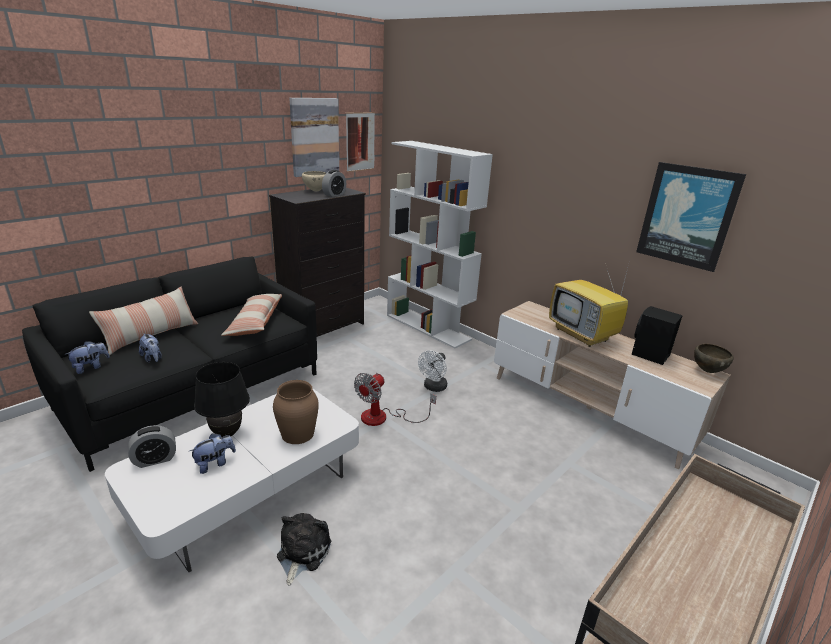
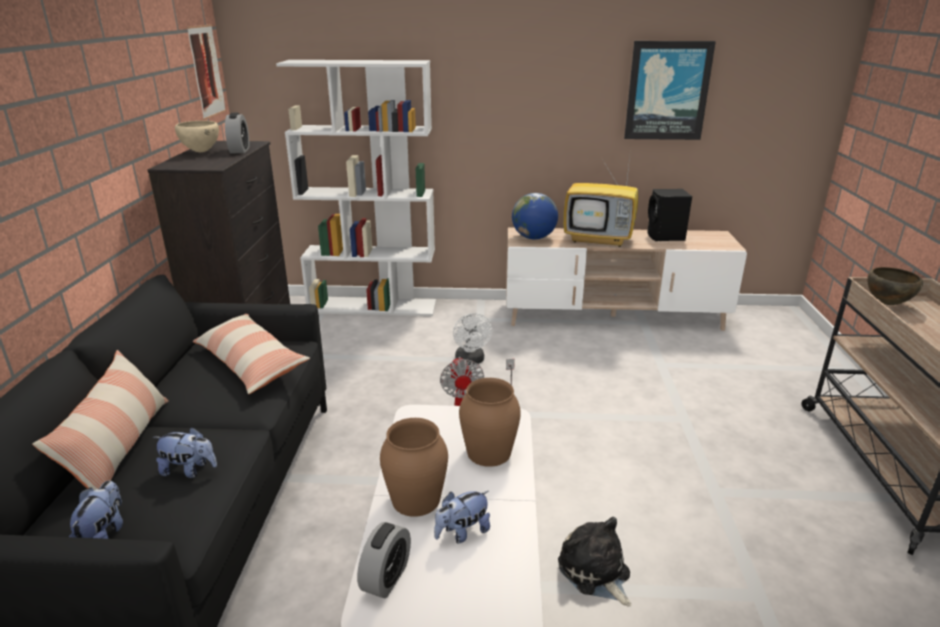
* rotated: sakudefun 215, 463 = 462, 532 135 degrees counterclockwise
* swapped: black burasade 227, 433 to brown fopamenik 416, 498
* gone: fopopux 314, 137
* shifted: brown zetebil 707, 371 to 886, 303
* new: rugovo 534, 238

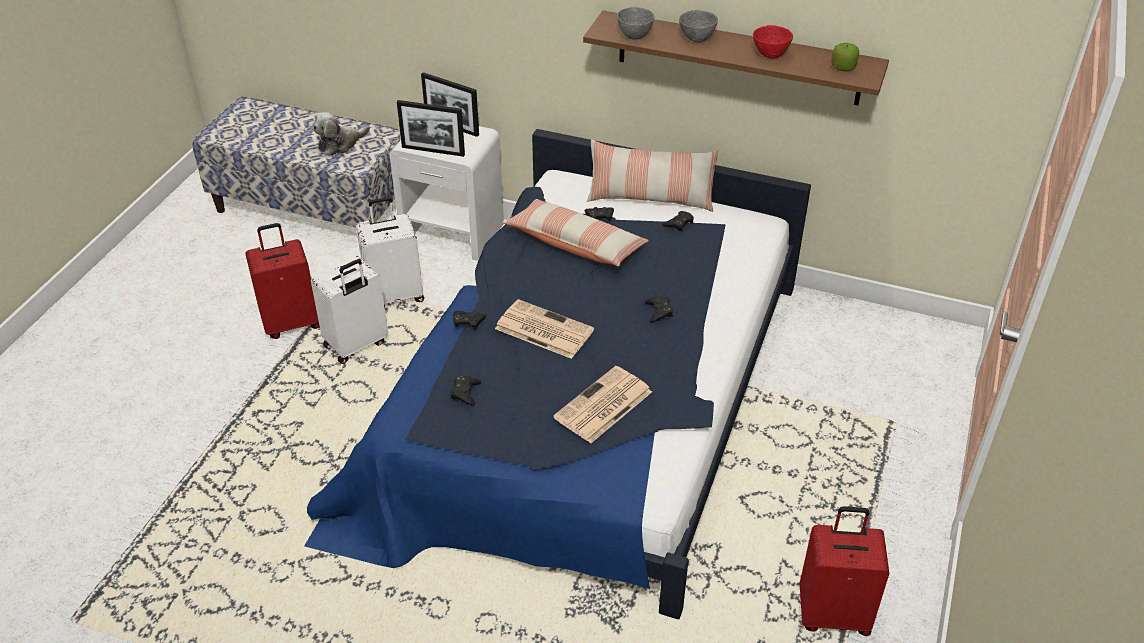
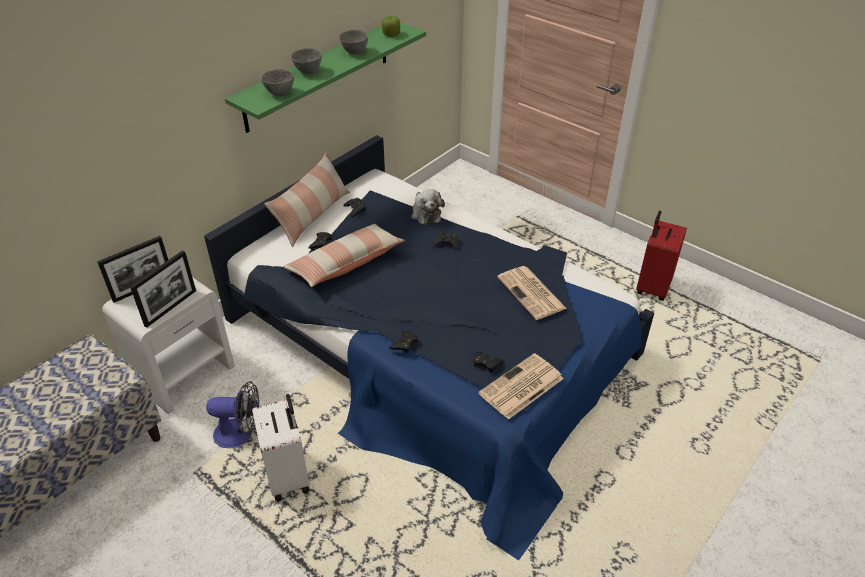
* gone: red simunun 291, 322
* shifted: sakudefun 340, 144 to 425, 213
* swapped: white simunun 395, 295 to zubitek 240, 433
* shifted: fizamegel 542, 329 to 521, 387
* repainted: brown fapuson 738, 58 to green fapuson 318, 75
* repainted: red zetebil 770, 55 to grey zetebil 355, 52

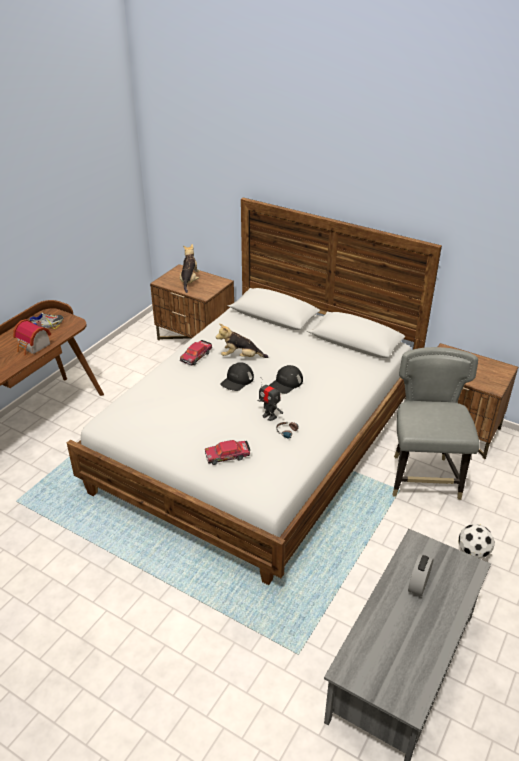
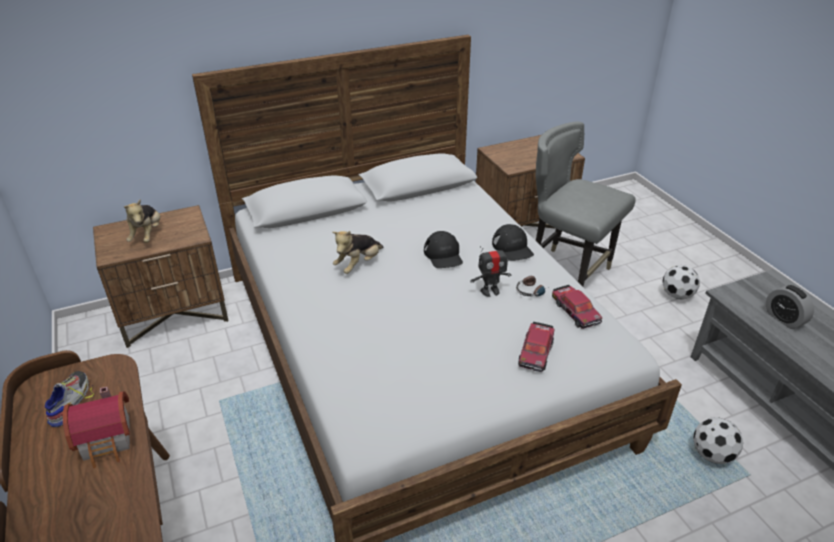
* rotated: sakudefun 189, 281 = 147, 235 135 degrees counterclockwise
* shifted: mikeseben 196, 356 to 575, 311
* shifted: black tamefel 237, 380 to 512, 248
* new: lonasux 711, 455

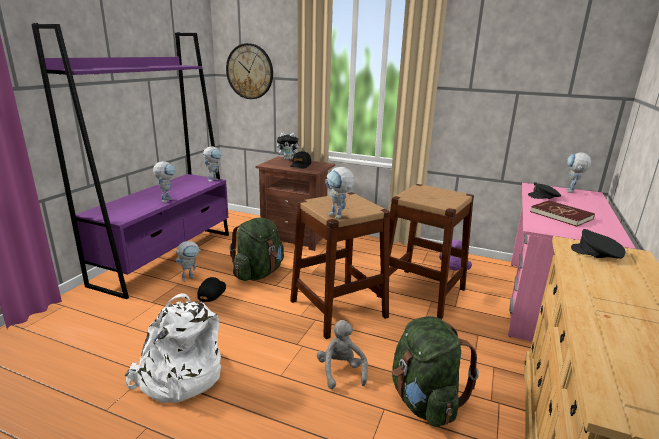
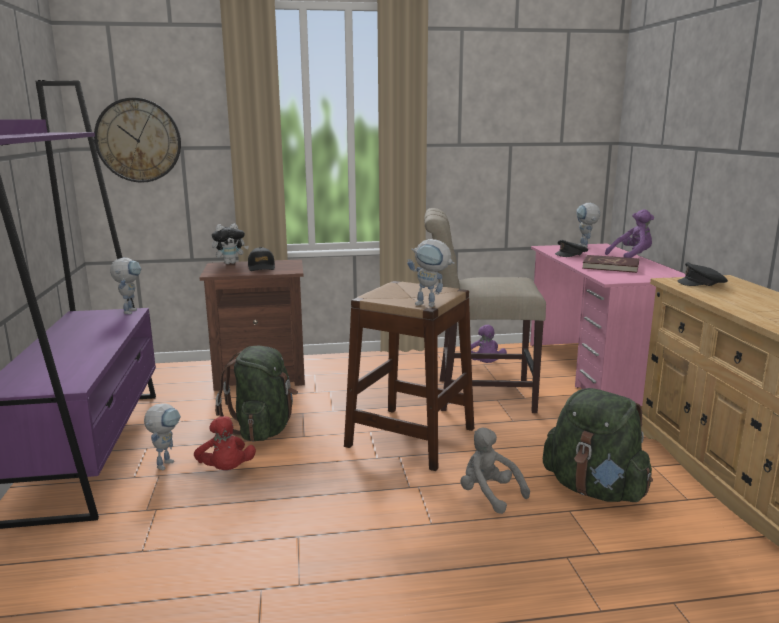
* gone: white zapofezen 178, 377
* gone: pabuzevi 167, 199
* swapped: black tamefel 212, 293 to red sakudefun 226, 470
* swapped: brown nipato 421, 292 to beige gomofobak 478, 394
* new: purple sakudefun 632, 257

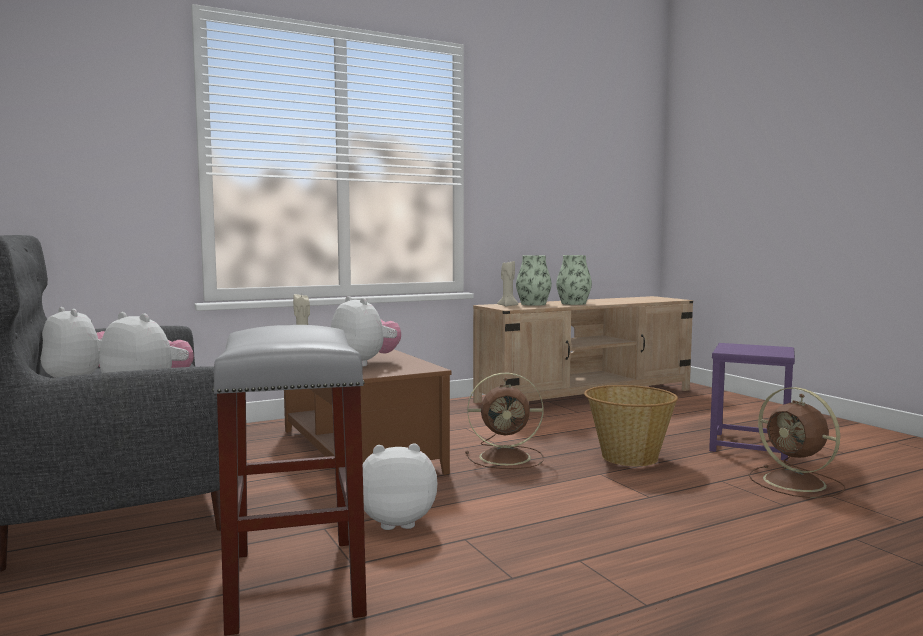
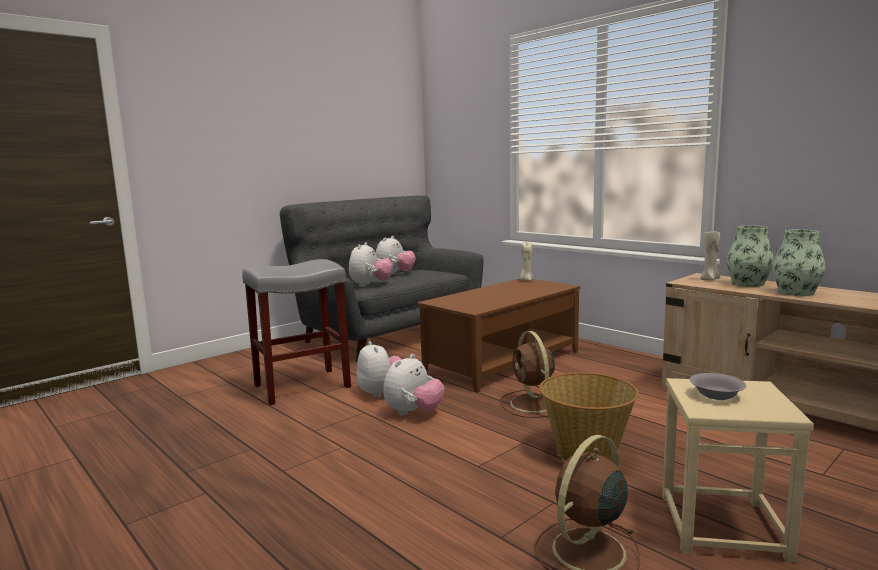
* shifted: sakudefun 365, 363 to 413, 413
* repainted: purple nipato 748, 446 to beige nipato 723, 526
* new: grey zetebil 715, 395

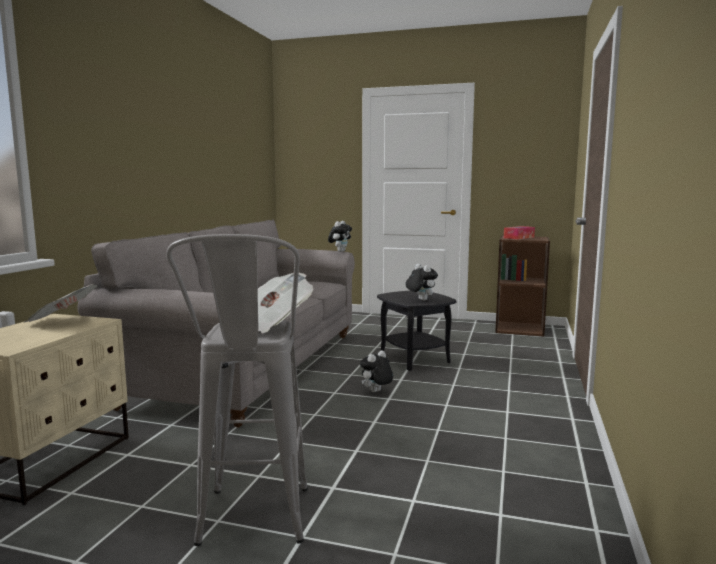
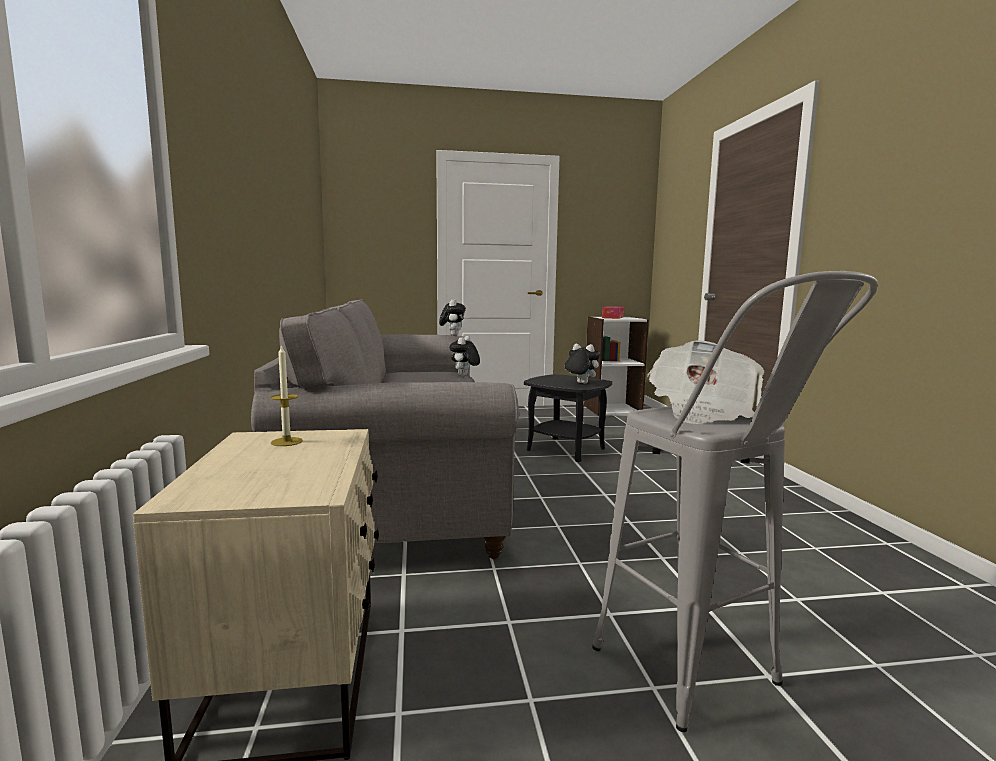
* swapped: fizamegel 62, 321 to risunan 286, 442
* shifted: sakudefun 376, 392 to 464, 375
* repainted: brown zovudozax 519, 329 to white zovudozax 612, 409

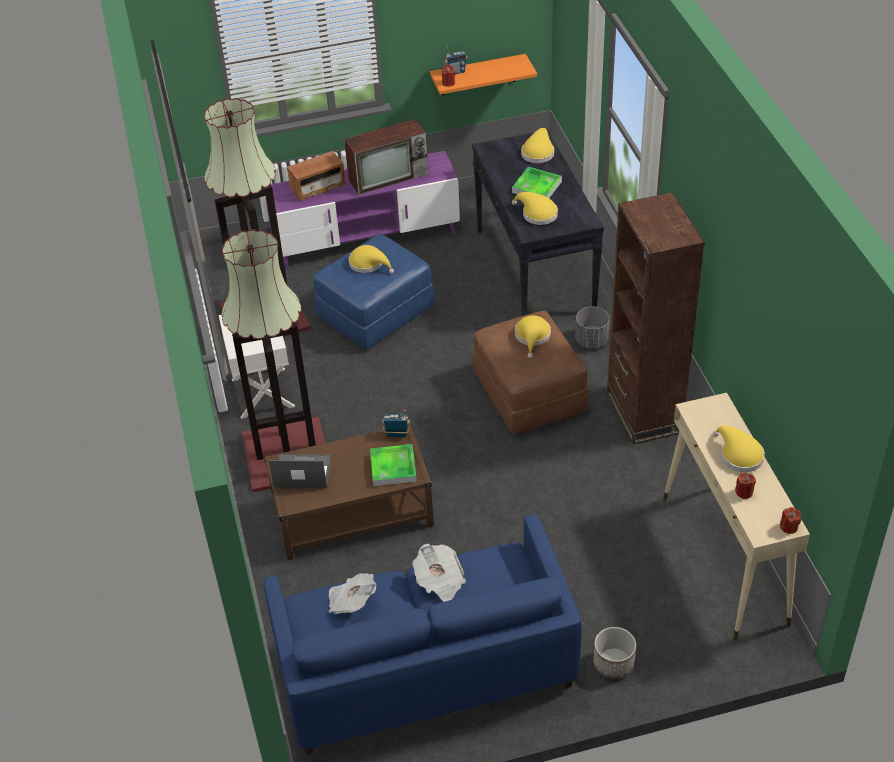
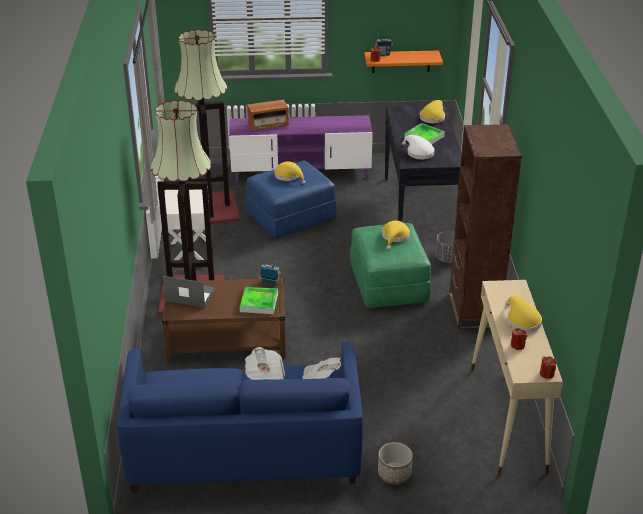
* shifted: fizamegel 351, 601 to 320, 377
* gone: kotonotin 389, 176
* repainted: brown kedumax 528, 393 to green kedumax 388, 284
* repainted: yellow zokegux 537, 214 to white zokegux 418, 152

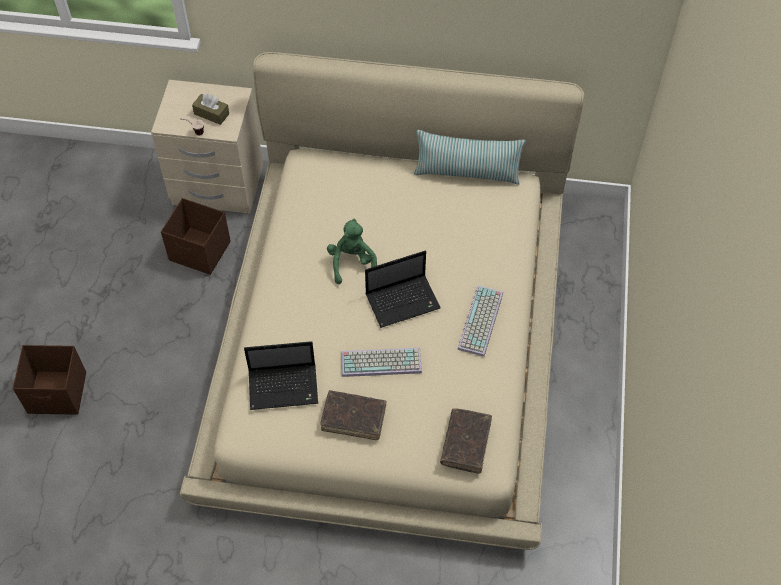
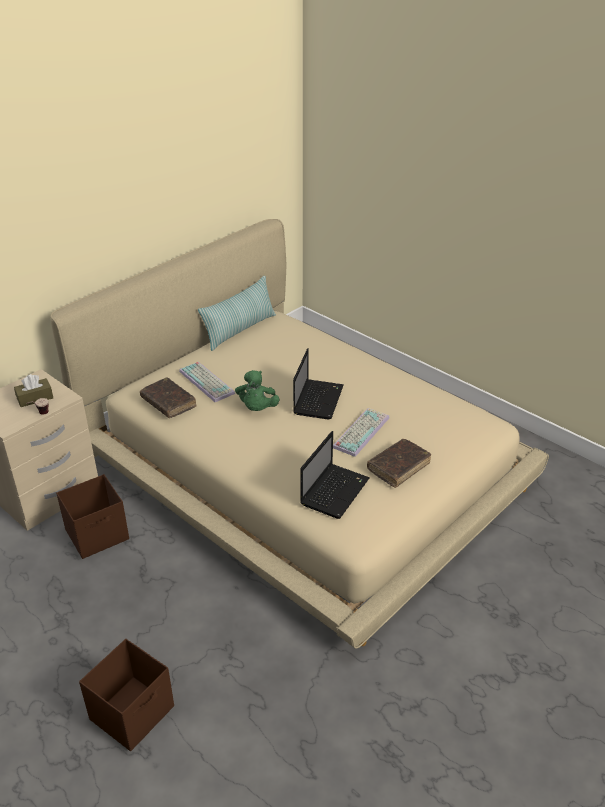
* rotated: green sakudefun 352, 263 = 257, 408 120 degrees counterclockwise
* shifted: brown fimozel 466, 443 to 168, 403
* shifted: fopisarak 481, 322 to 208, 382

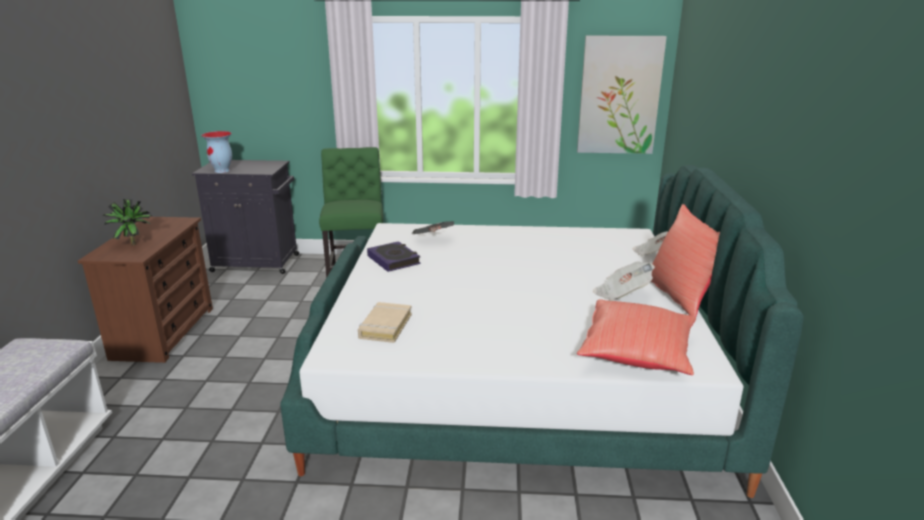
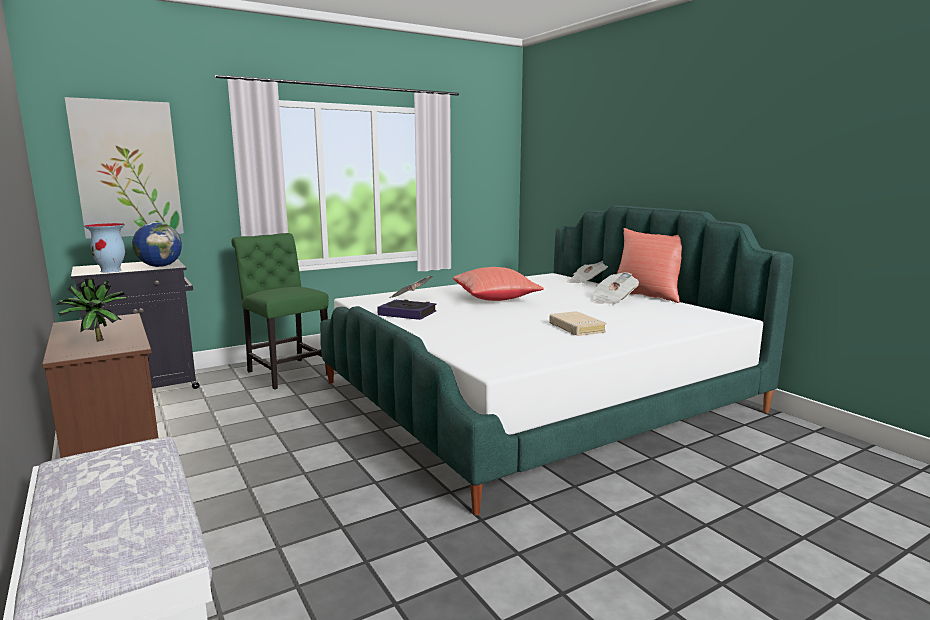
* shifted: beige fimozel 385, 326 to 576, 328
* shifted: fopopux 619, 95 to 127, 169
* shifted: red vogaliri 637, 355 to 496, 299
* new: rugovo 160, 266

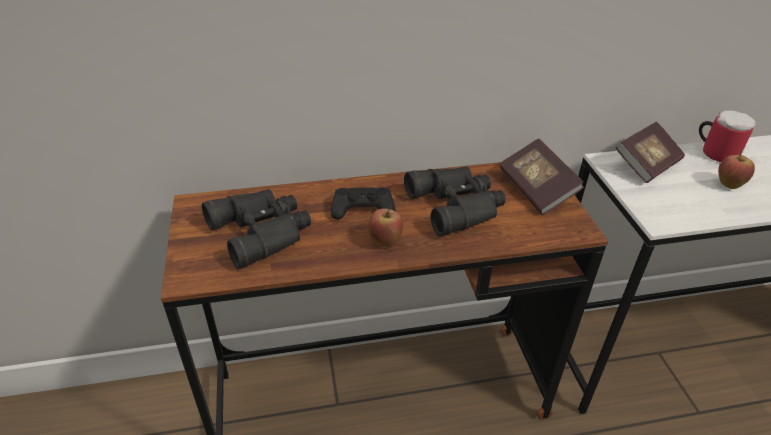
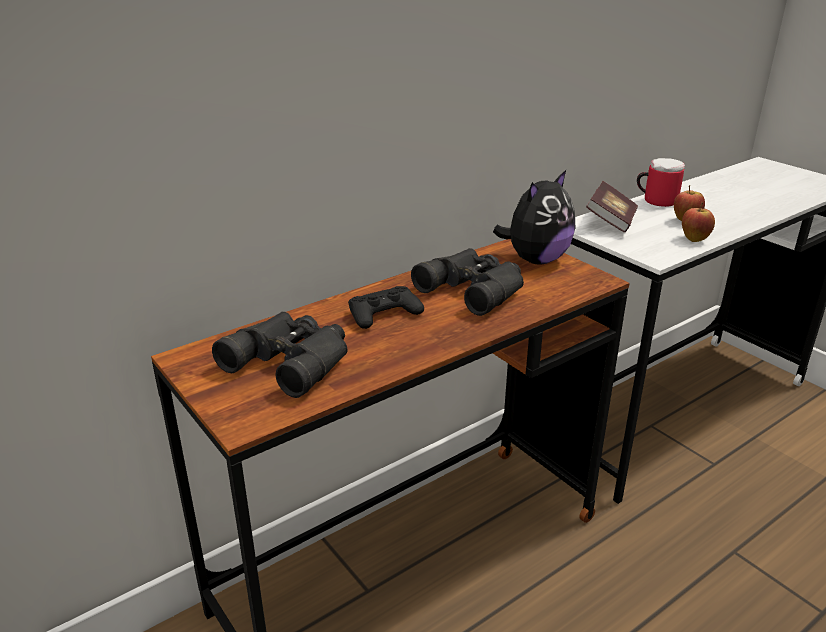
* shifted: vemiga 385, 242 to 694, 239
* swapped: fimozel 536, 189 to sakudefun 535, 259

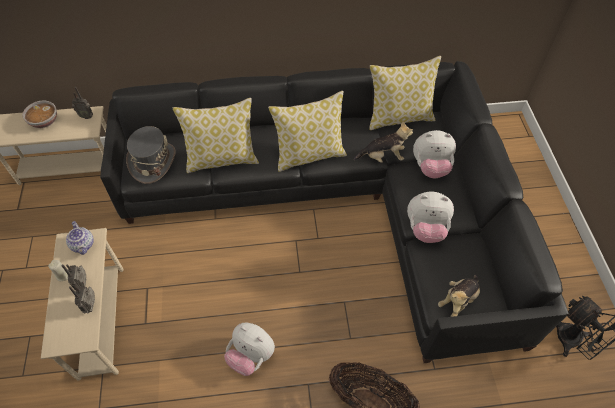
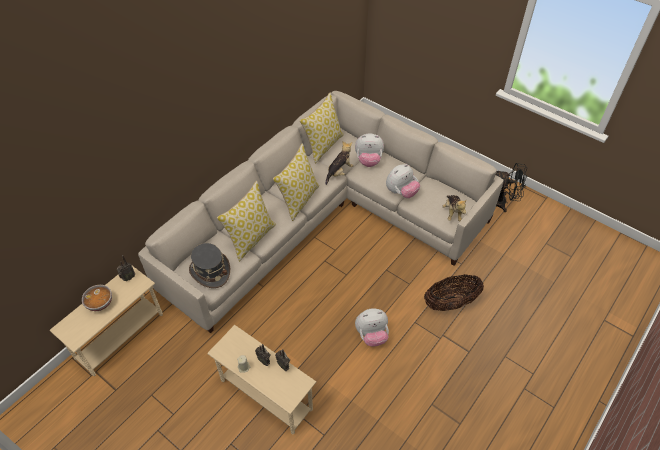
* gone: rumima 83, 245
* repainted: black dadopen 342, 200 to beige dadopen 325, 220
* rotated: sakudefun 430, 167 = 368, 161 45 degrees clockwise

